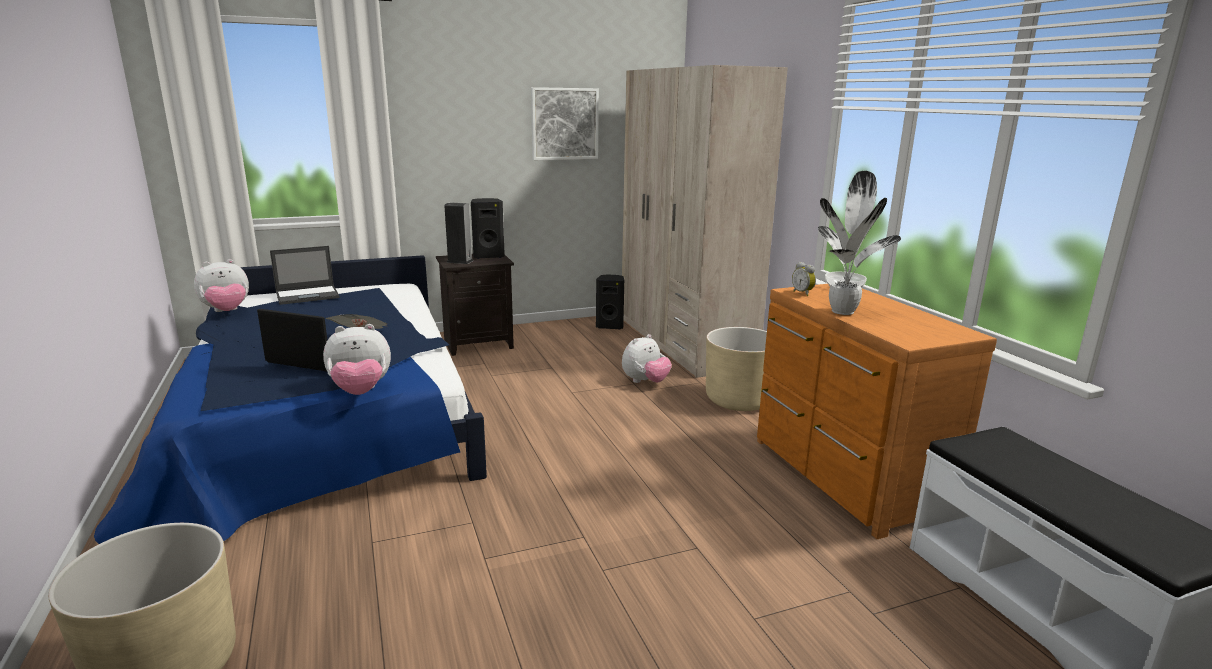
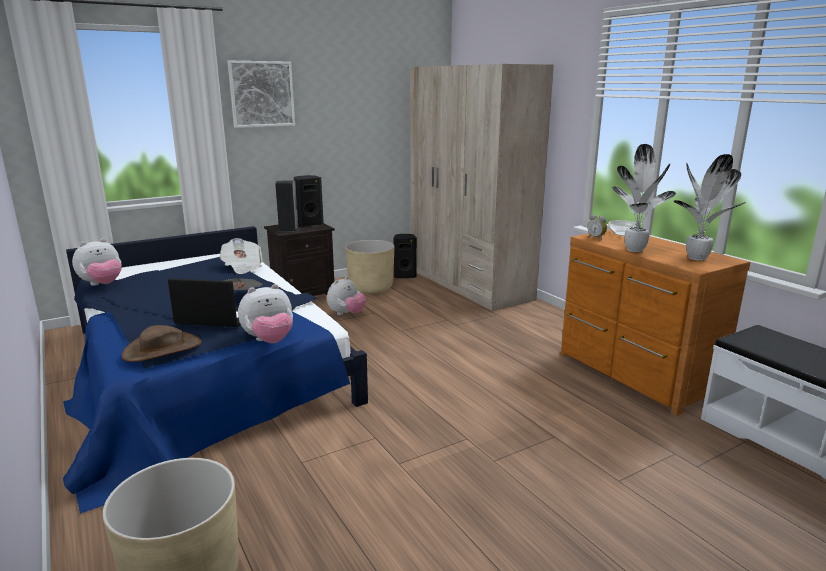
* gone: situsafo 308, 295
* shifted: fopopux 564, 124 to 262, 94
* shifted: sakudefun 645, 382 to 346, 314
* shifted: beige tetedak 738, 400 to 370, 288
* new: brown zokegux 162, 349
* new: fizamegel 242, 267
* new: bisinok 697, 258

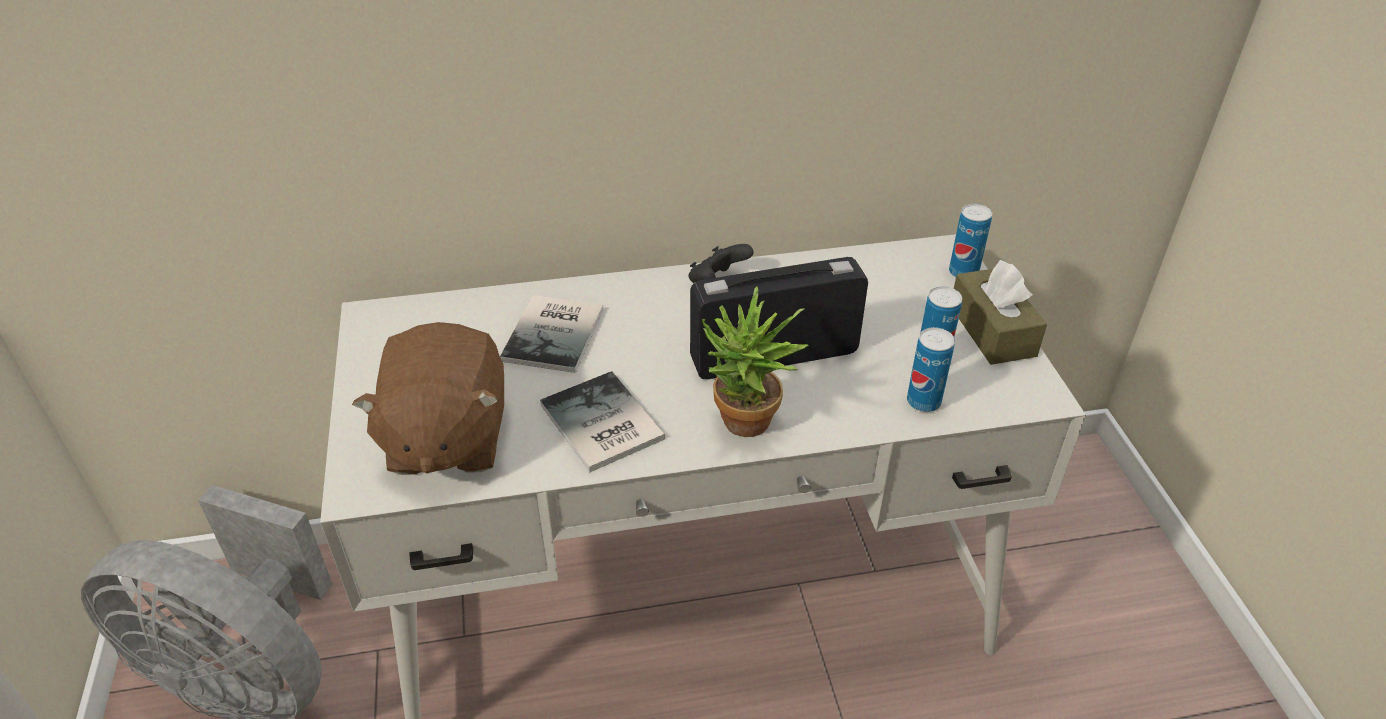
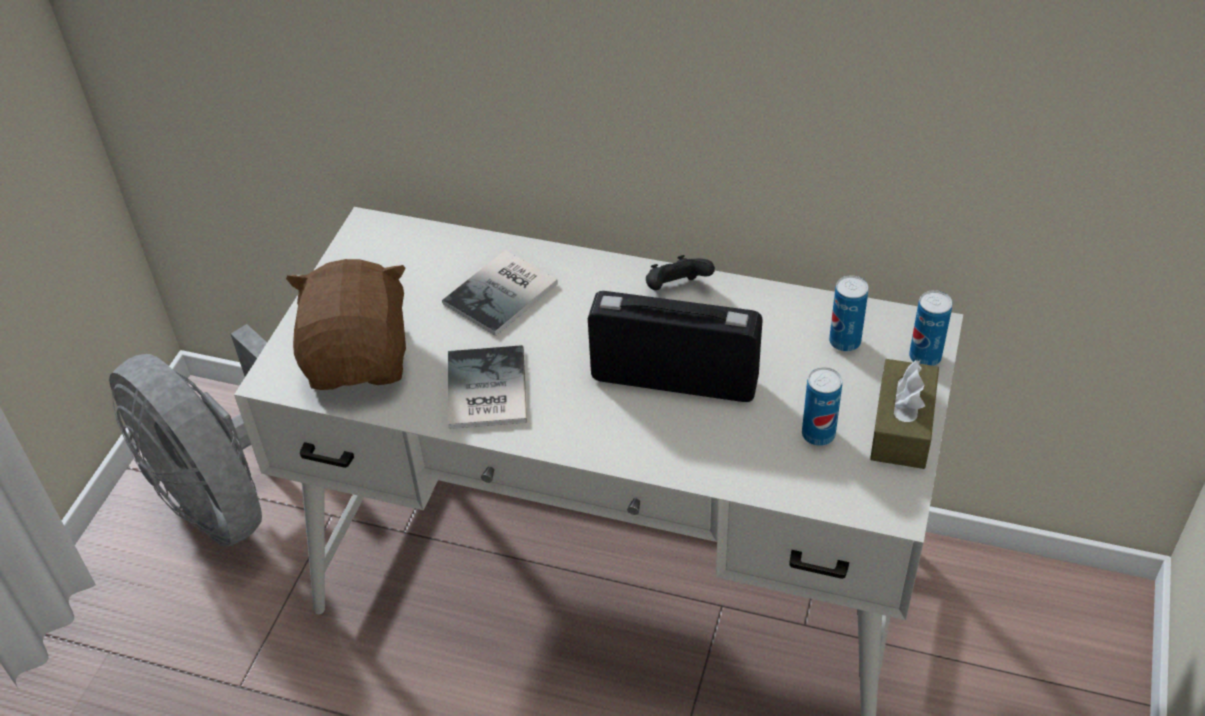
* rotated: brown sakudefun 446, 438 = 360, 358 150 degrees clockwise
* gone: bisinok 745, 428
* shifted: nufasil 923, 402 to 844, 342

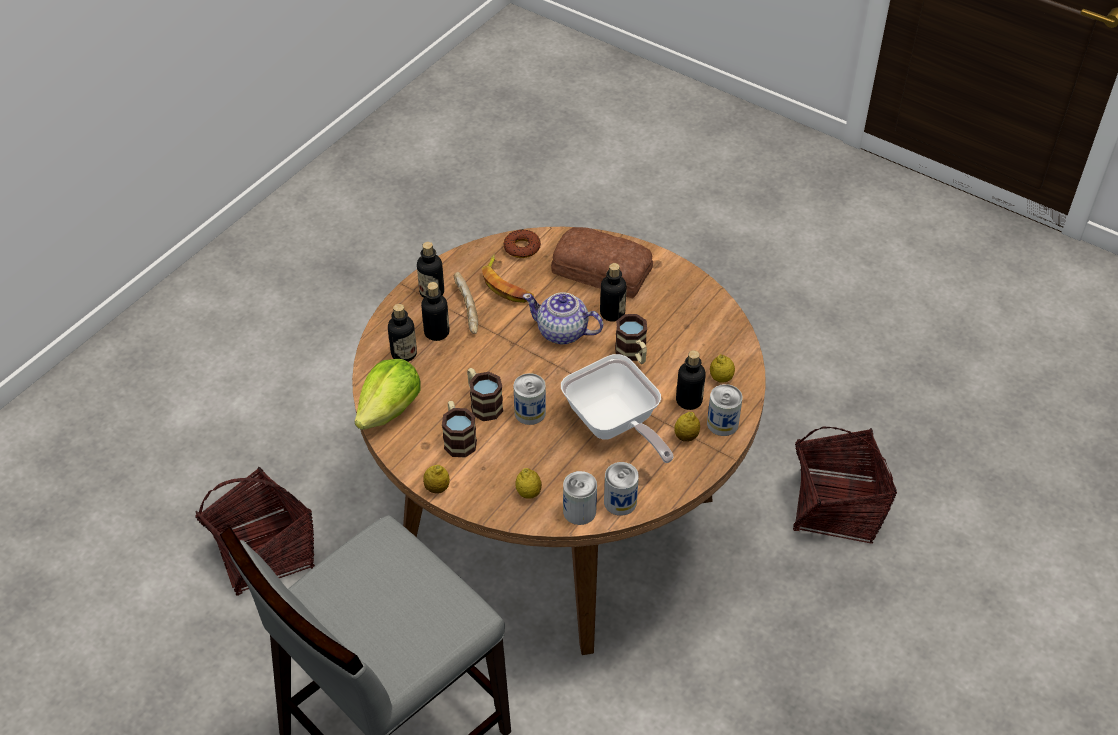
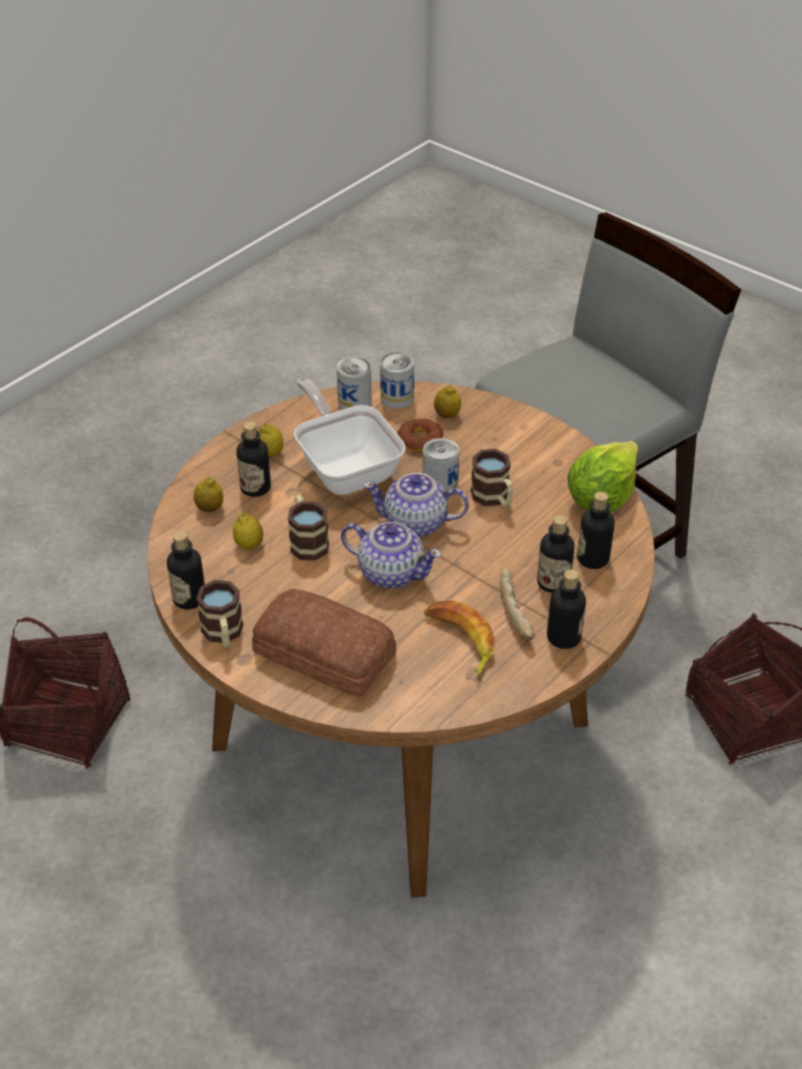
* shifted: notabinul 437, 488 to 249, 545
* shifted: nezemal 458, 439 to 223, 634
* shifted: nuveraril 521, 247 to 420, 439
* shifted: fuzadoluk 612, 313 to 189, 598
* gone: nufasil 722, 423
* new: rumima 416, 524

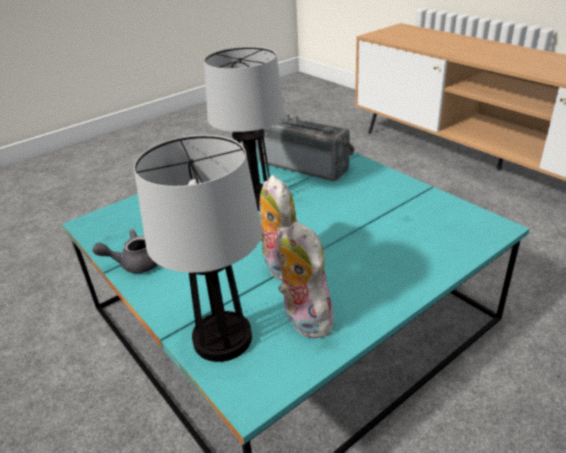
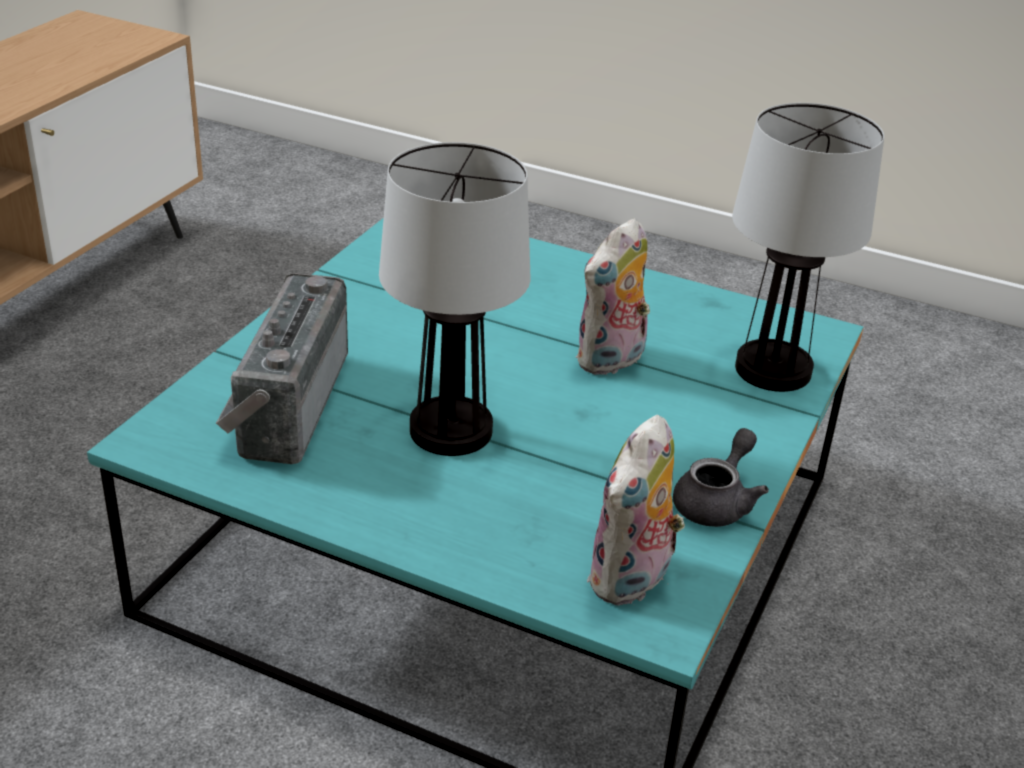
* rotated: grey rumima 135, 263 = 717, 502 105 degrees counterclockwise
* shifted: sakudefun 303, 319 to 632, 581

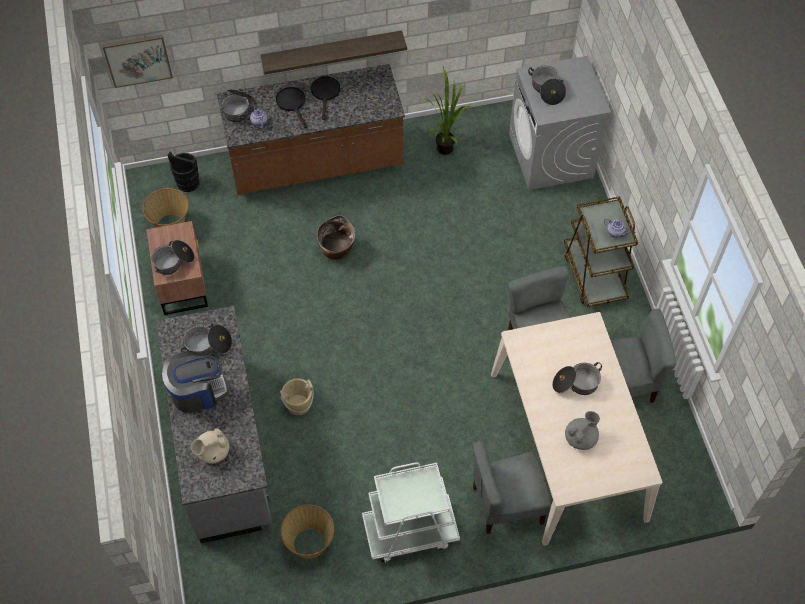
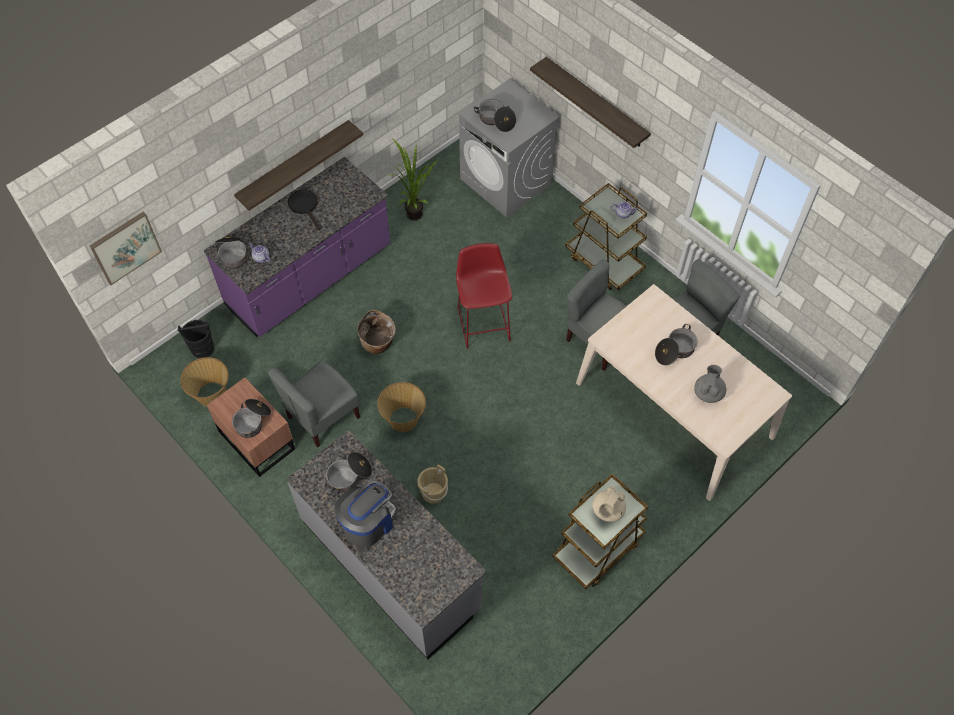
* shifted: beige rumima 213, 452 to 607, 511
* repainted: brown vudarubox 316, 164 to purple vudarubox 310, 278
* gone: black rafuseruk 292, 104
* shifted: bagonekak 309, 542 to 403, 418
* repainted: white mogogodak 410, 531 to brown mogogodak 597, 548
* shifted: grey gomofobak 507, 504 to 322, 417
* new: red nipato 483, 321
* new: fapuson 595, 103

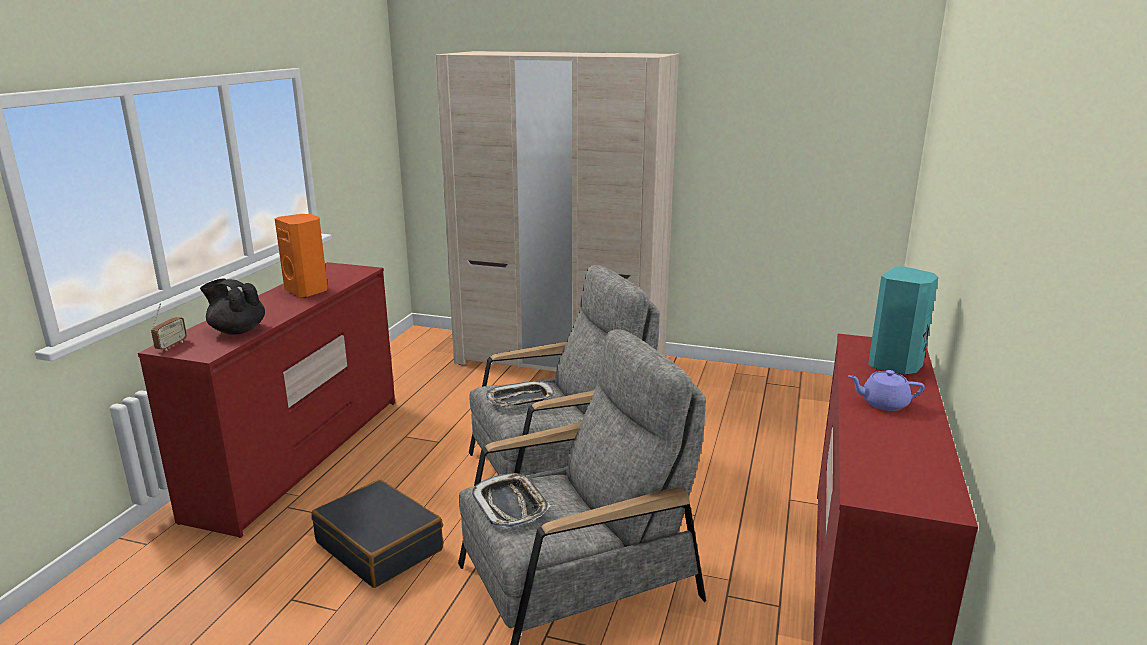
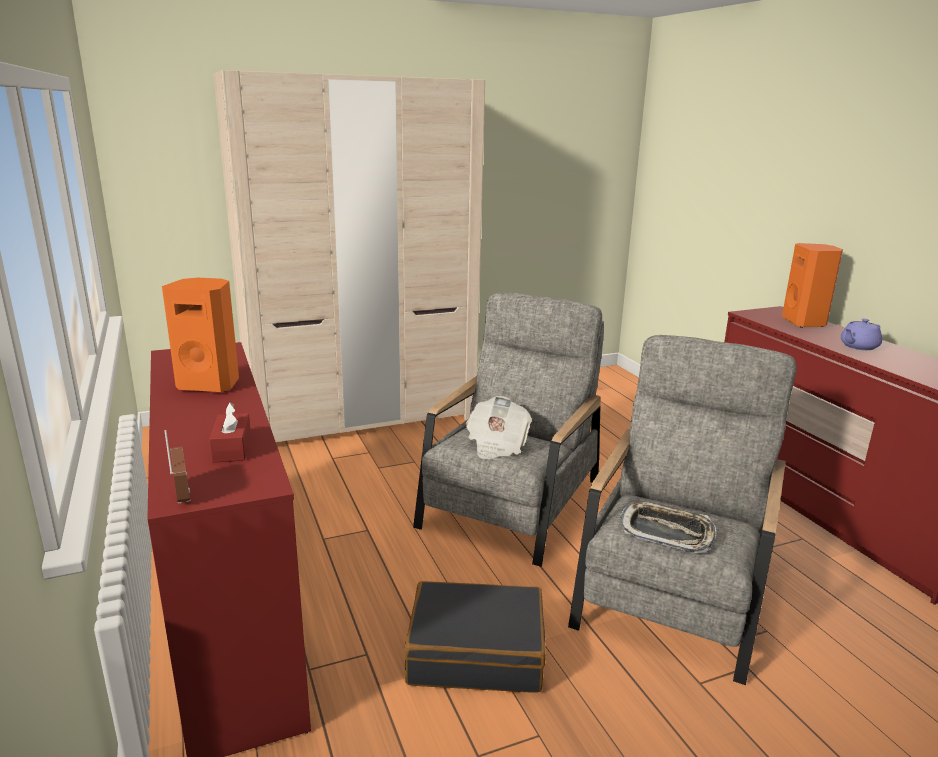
* swapped: black rumima 237, 330 to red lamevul 232, 448
* swapped: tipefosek 520, 399 to fizamegel 496, 445
* repainted: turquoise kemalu 896, 365 to orange kemalu 805, 323

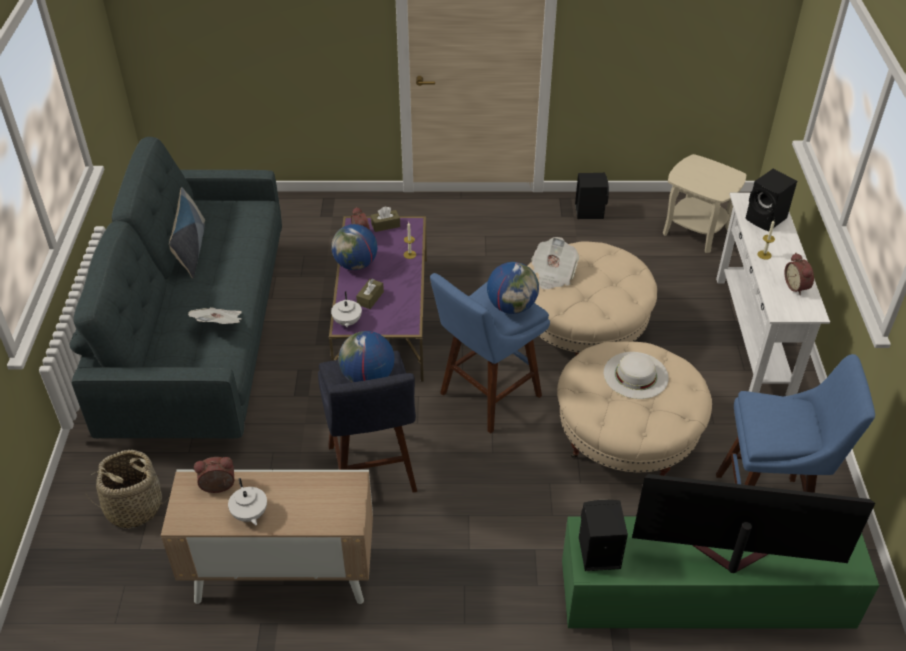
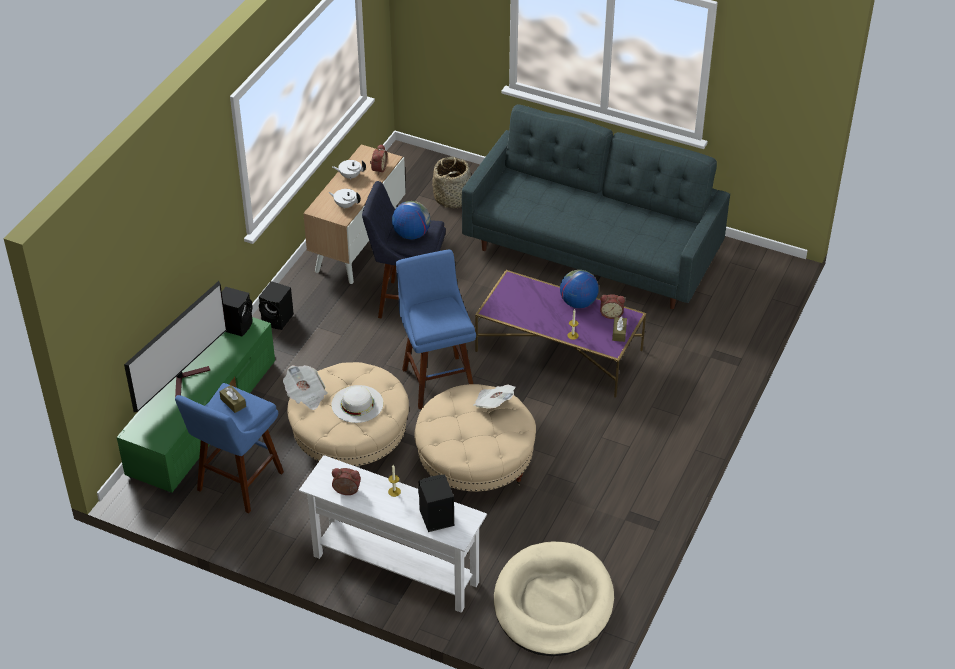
* gone: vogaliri 191, 249
* shifted: fizamegel 220, 325 to 306, 395
* shifted: white rumima 347, 322 to 345, 205
* shifted: brown lamevul 370, 298 to 233, 403
* gone: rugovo 512, 306
* shifted: black kemalu 589, 211 to 278, 319
* swapped: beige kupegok 696, 231 to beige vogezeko 553, 603

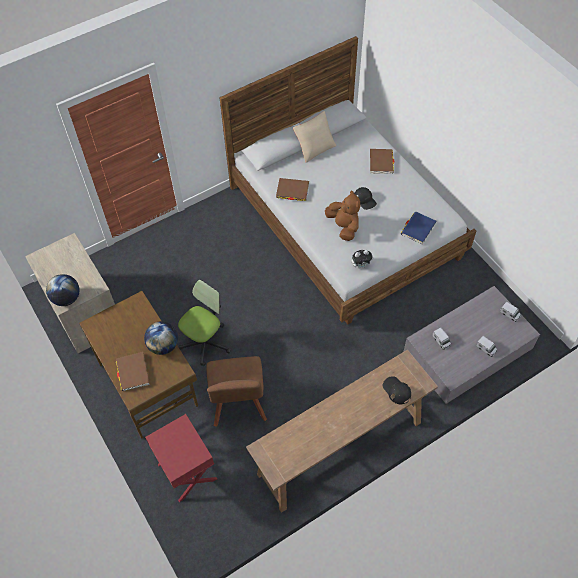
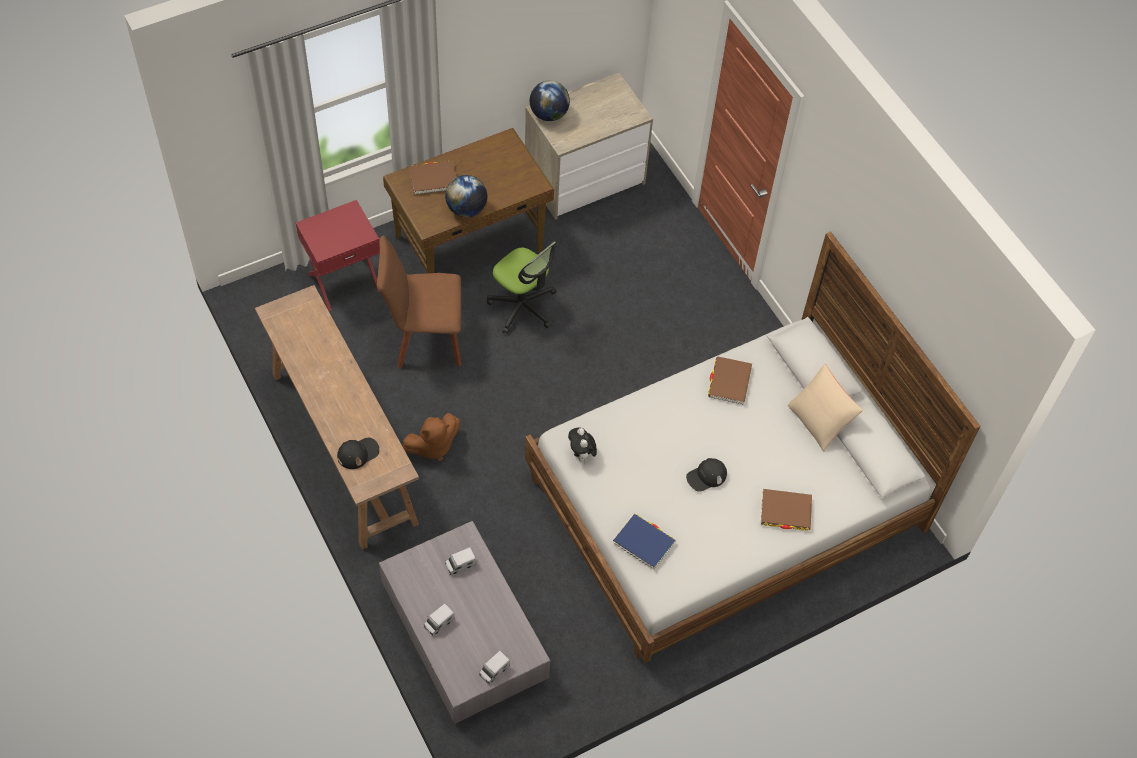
* shifted: brown sakudefun 343, 226 to 432, 446

